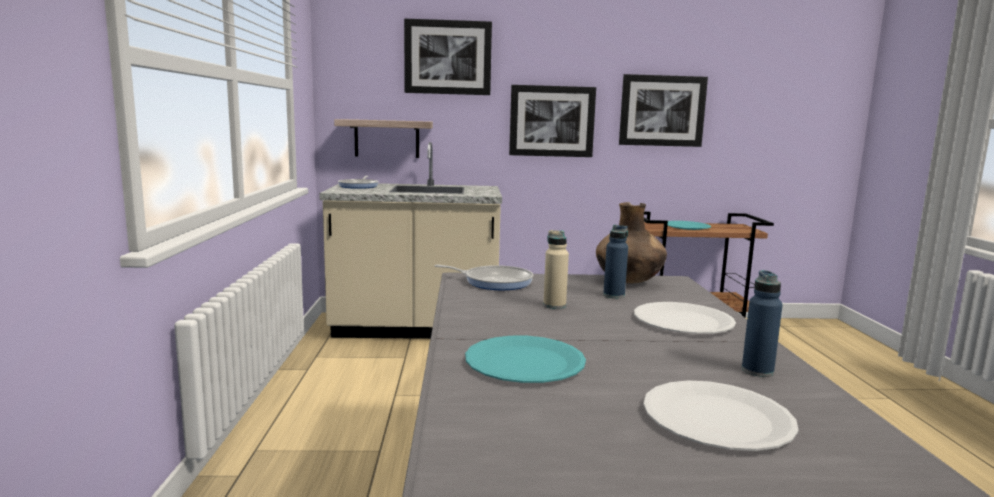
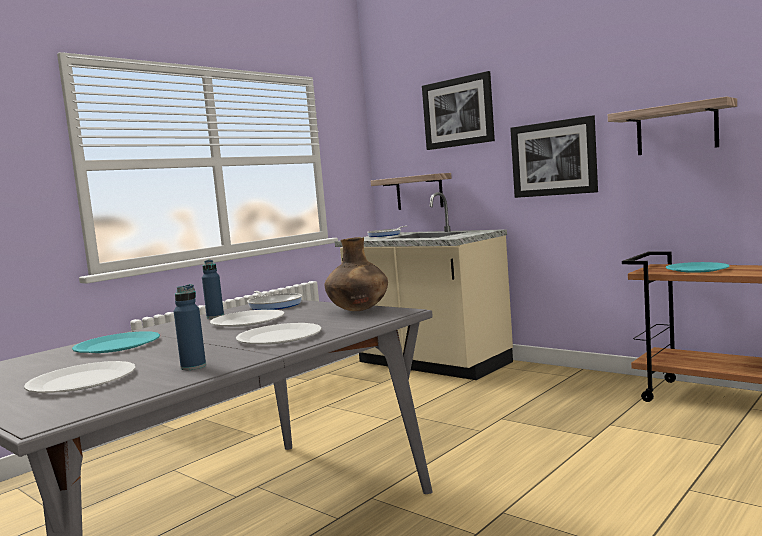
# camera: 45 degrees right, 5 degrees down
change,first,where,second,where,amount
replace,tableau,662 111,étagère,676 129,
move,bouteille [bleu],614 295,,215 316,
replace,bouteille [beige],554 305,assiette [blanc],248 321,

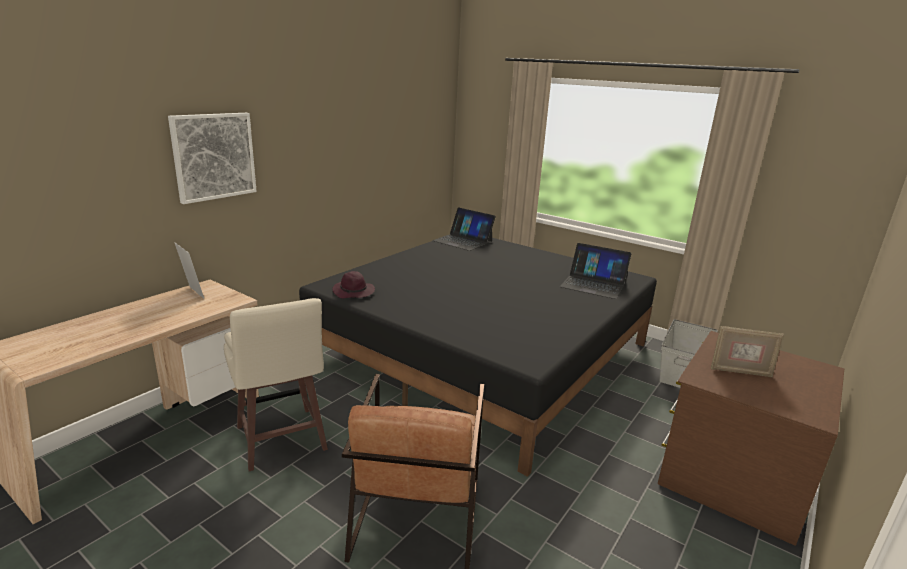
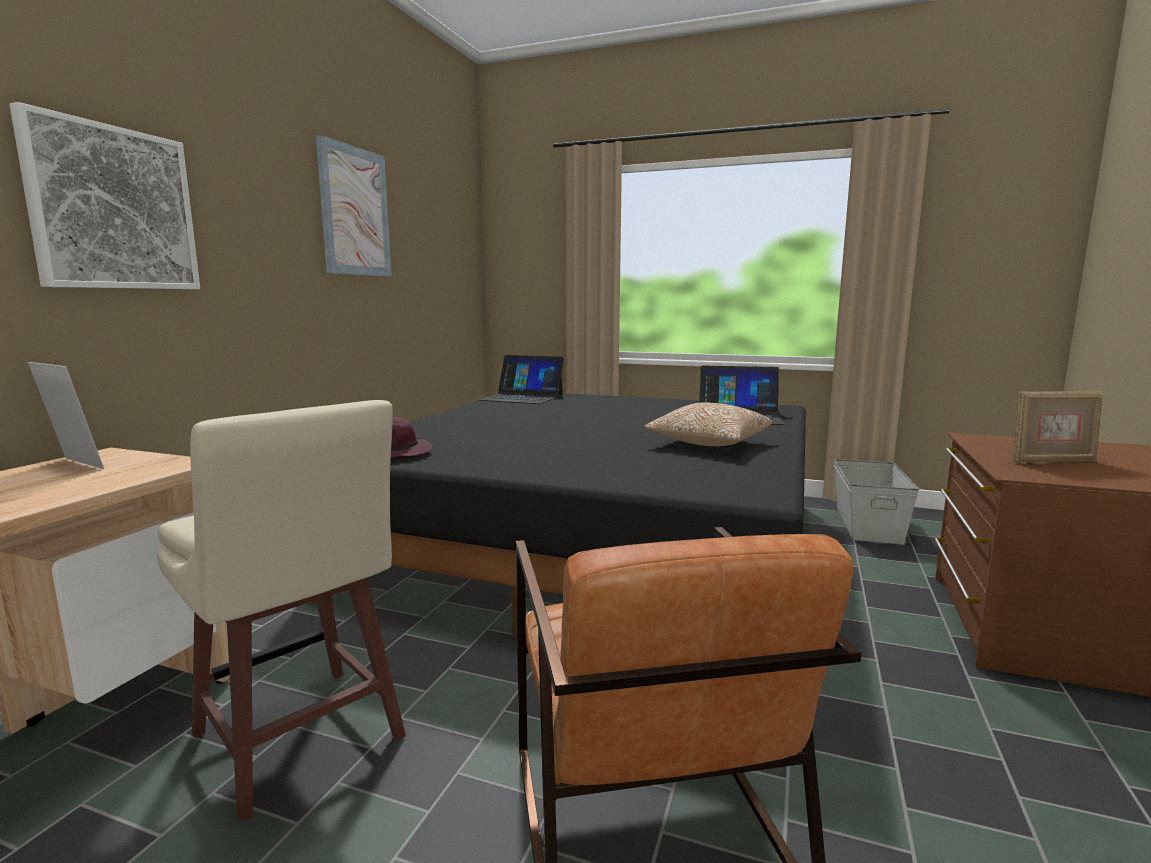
# camera: 15 degrees left, 10 degrees down
change,first,where,second,where,amount
insert,,,tableau,355 212,
insert,,,coussin,708 444,

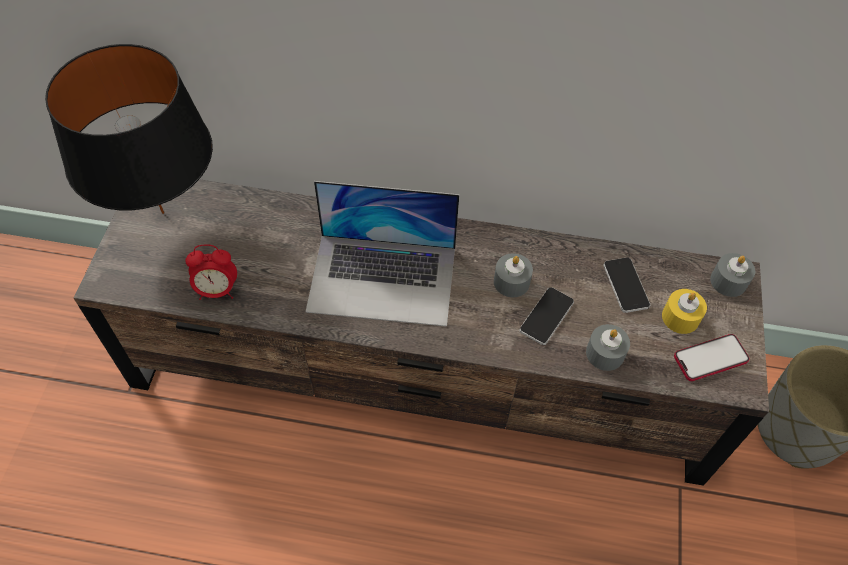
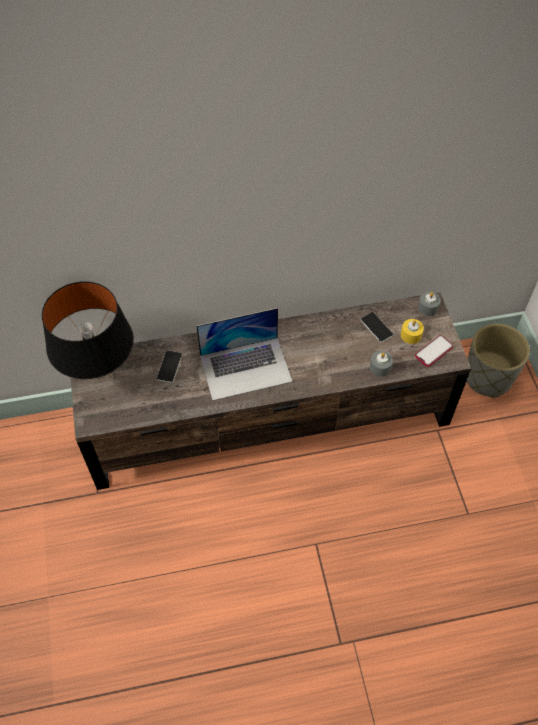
# camera: 20 degrees left, 0 degrees up
change,first,where,second,where,amount
delete,réveil,217 290,,,
delete,bougie [gris],511 282,,,
move,téléphone,546 316,,169 367,

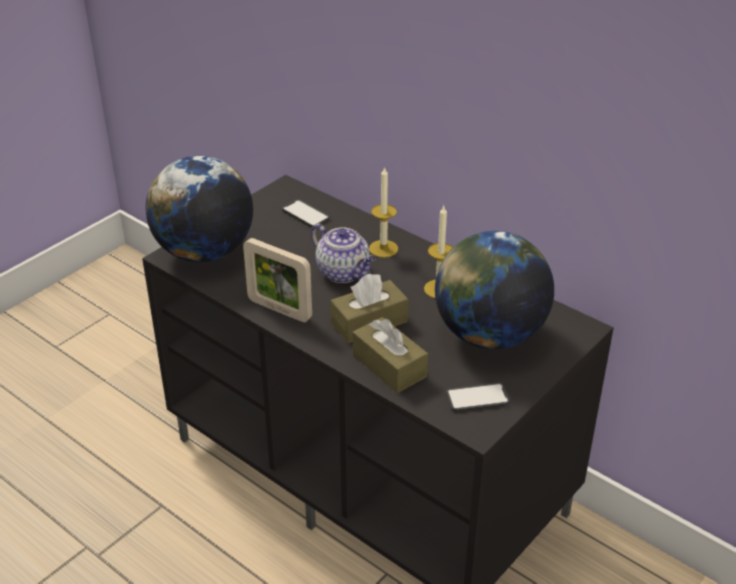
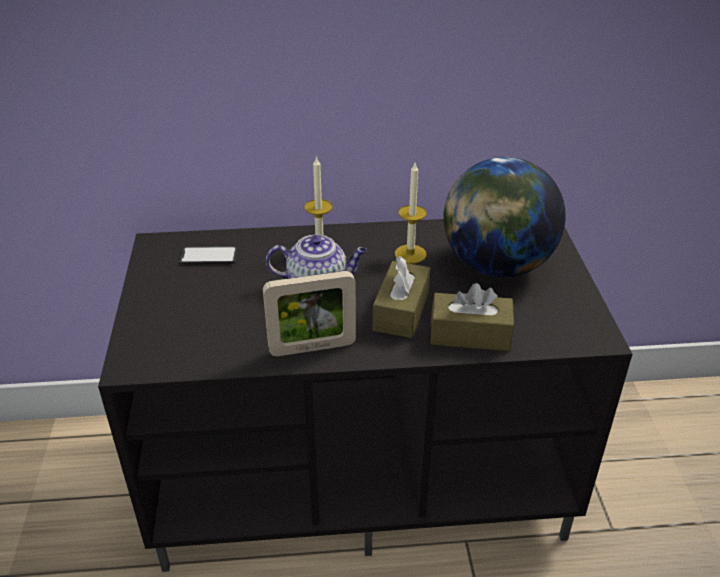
# camera: 45 degrees left, 0 degrees up
change,first,where,second,where,amount
delete,globe,204 252,,,
delete,téléphone,477 398,,,

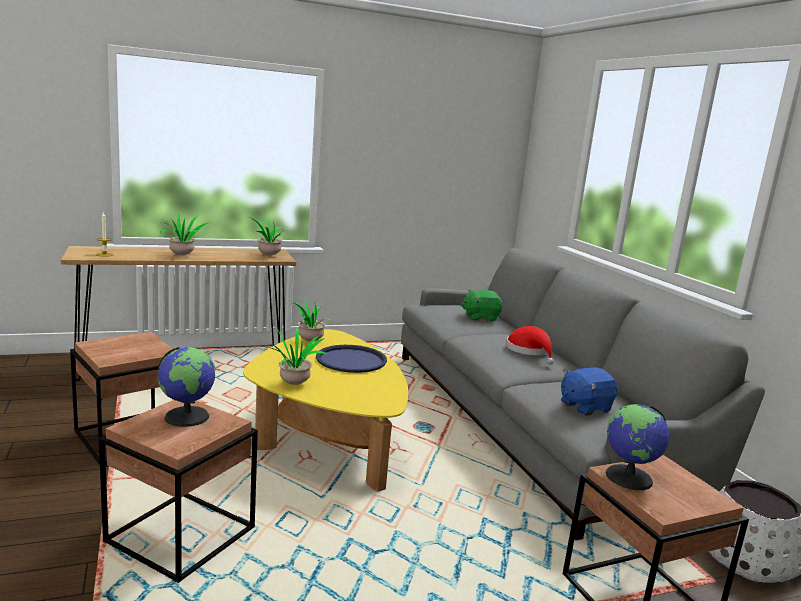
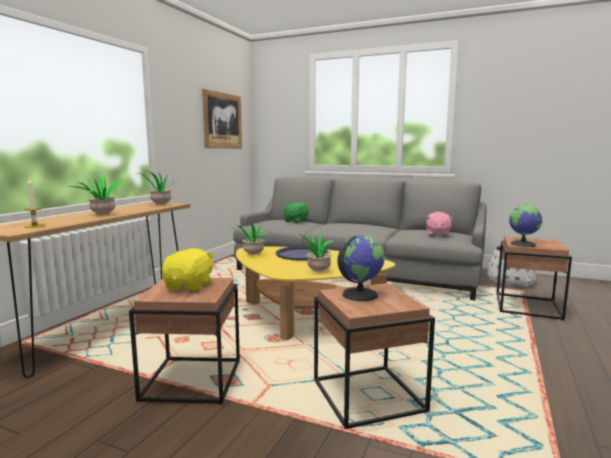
# camera: 45 degrees left, 5 degrees down
change,first,where,second,where,amount
delete,chapeau [rouge],529 351,,,
recolor,peluche [bleu],584 407,peluche [rose],437 234,
insert,,,tableau,222 121,
insert,,,peluche [jaune],190 287,

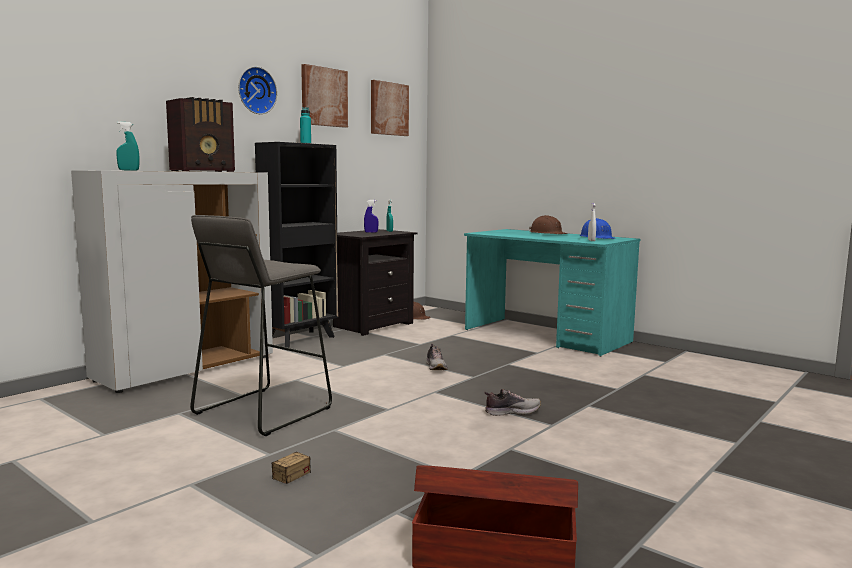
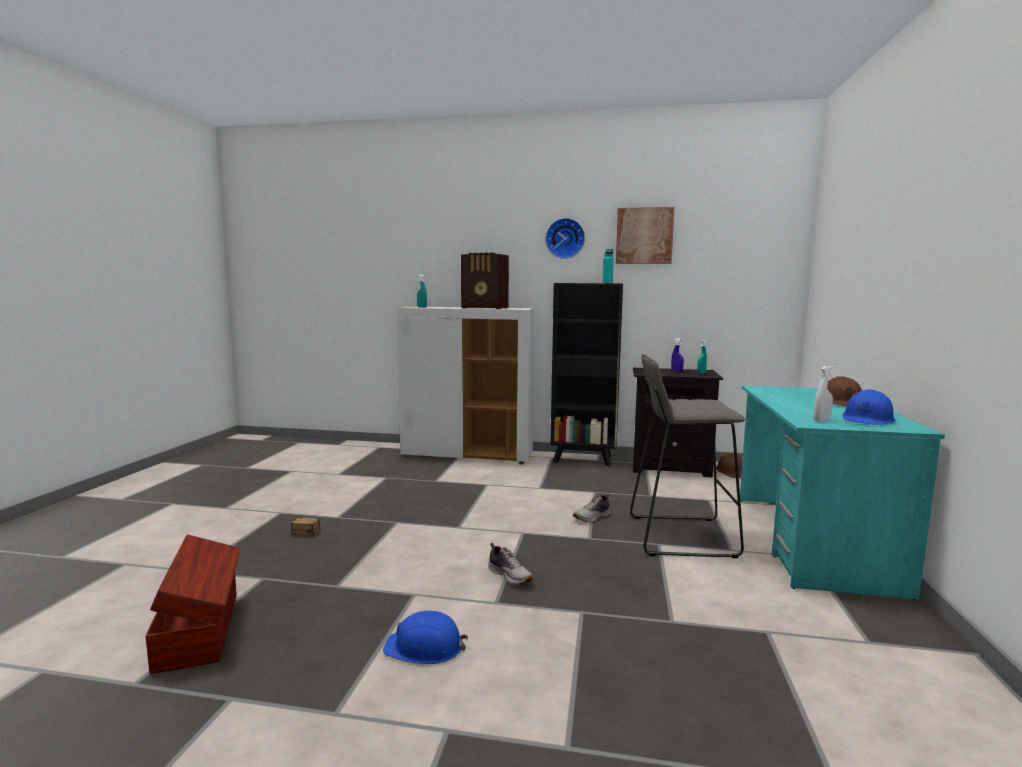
# camera: 60 degrees right, 0 degrees up
change,first,where,second,where,amount
delete,tableau,388 109,,,
move,tabouret [gris],262 411,,681 536,
insert,,,casque de chantier [bleu],425 647,

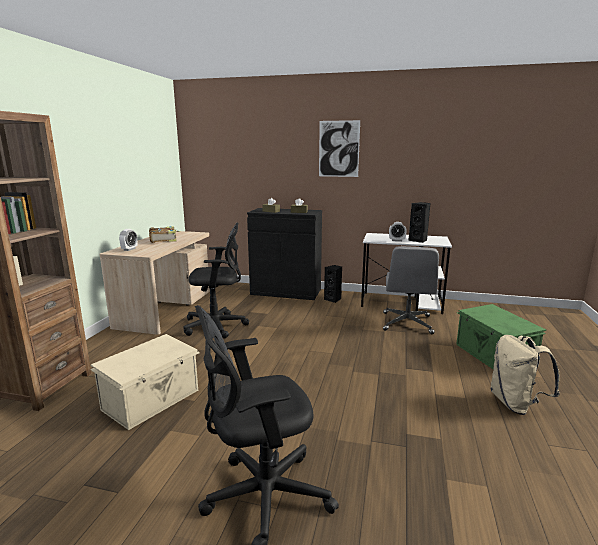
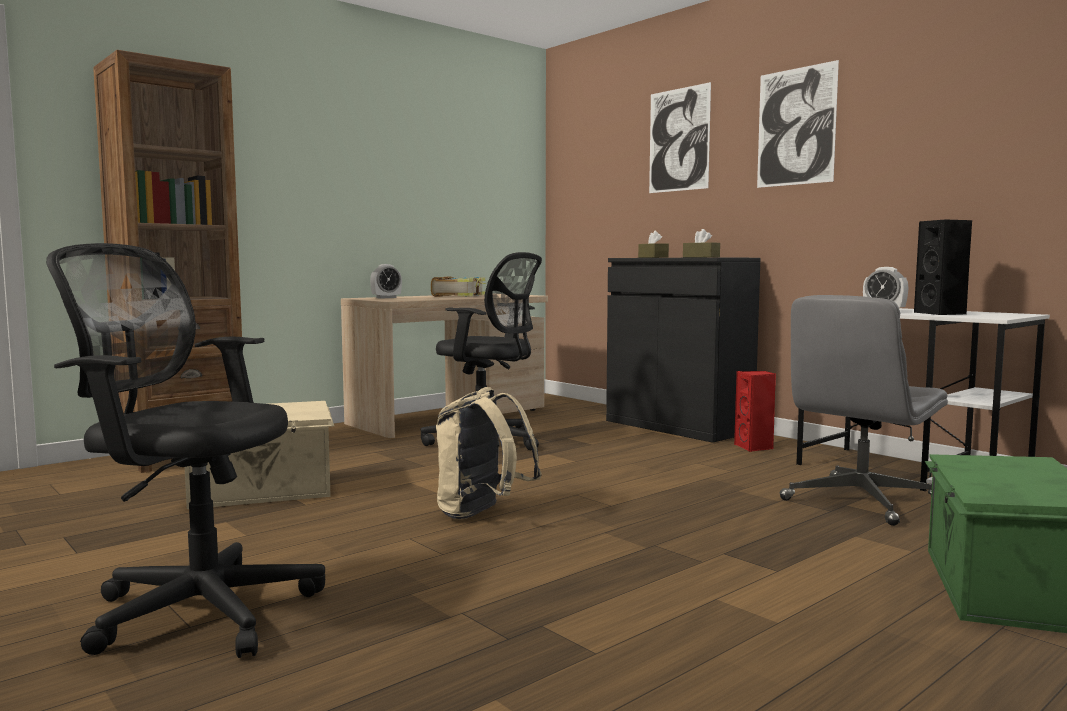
# camera: 35 degrees right, 10 degrees down
change,first,where,second,where,amount
recolor,enceinte [noir],333 299,enceinte [rouge],754 447,
move,sac à dos [beige],515 404,,482 514,
insert,,,tableau,679 140,

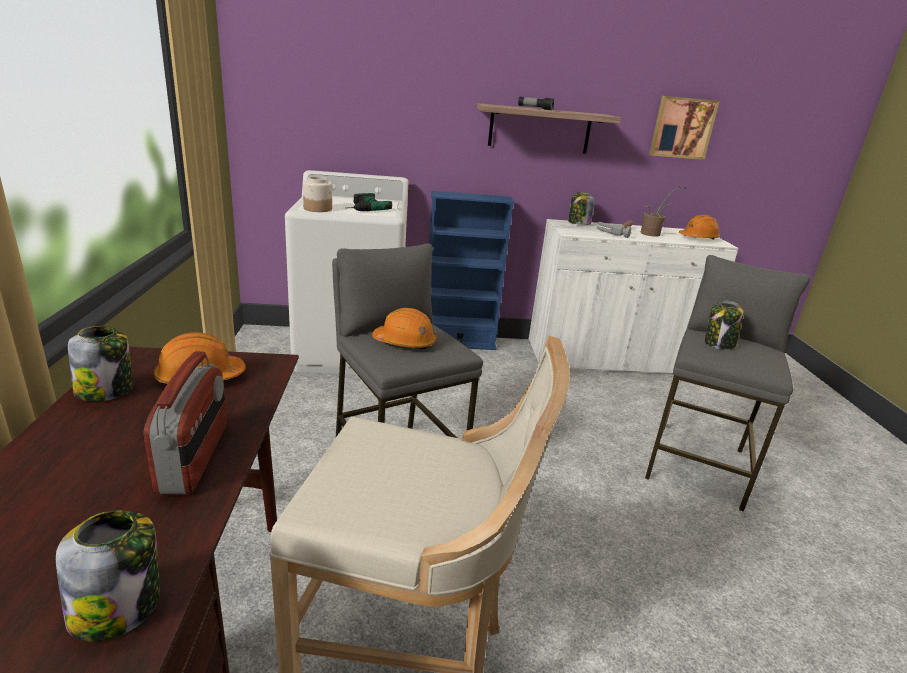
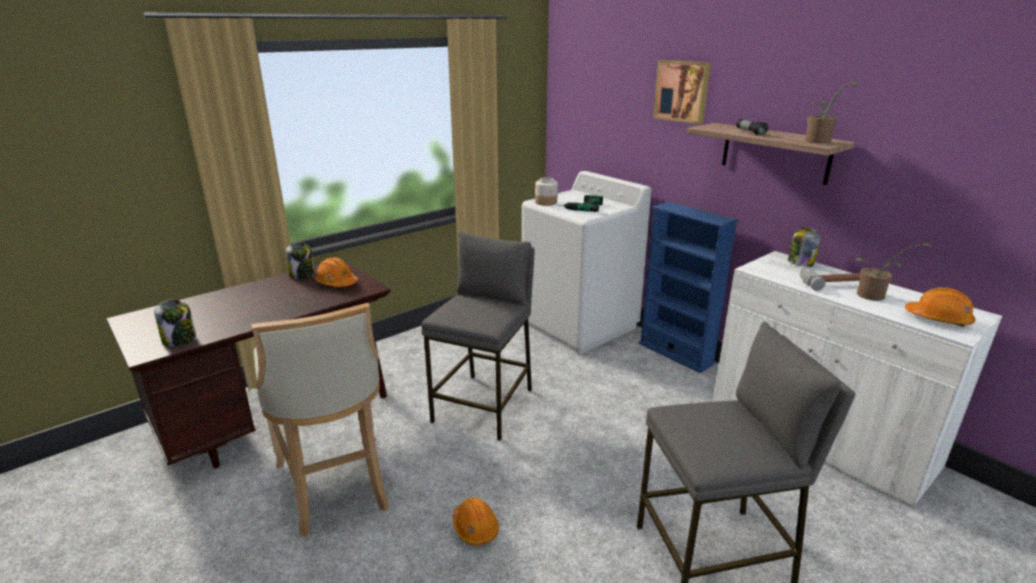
# camera: 55 degrees right, 0 degrees up
change,first,where,second,where,amount
move,tableau,682 128,,682 91,
delete,bocal,719 344,,,
move,casque de chantier [orange],405 342,,475 528,
delete,radio,195 457,,,
insert,,,plante en pot,819 142,

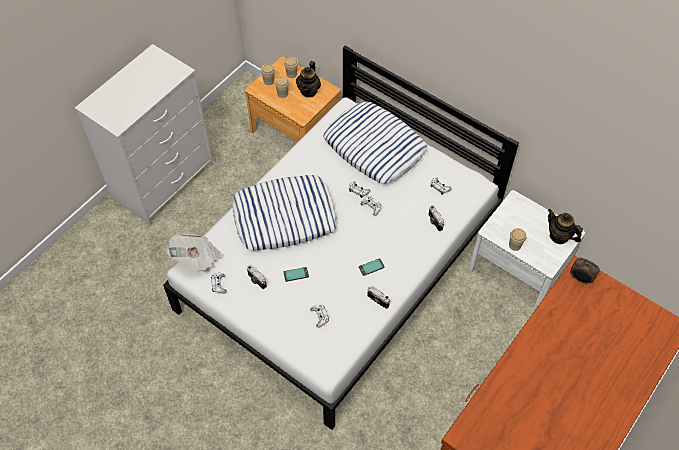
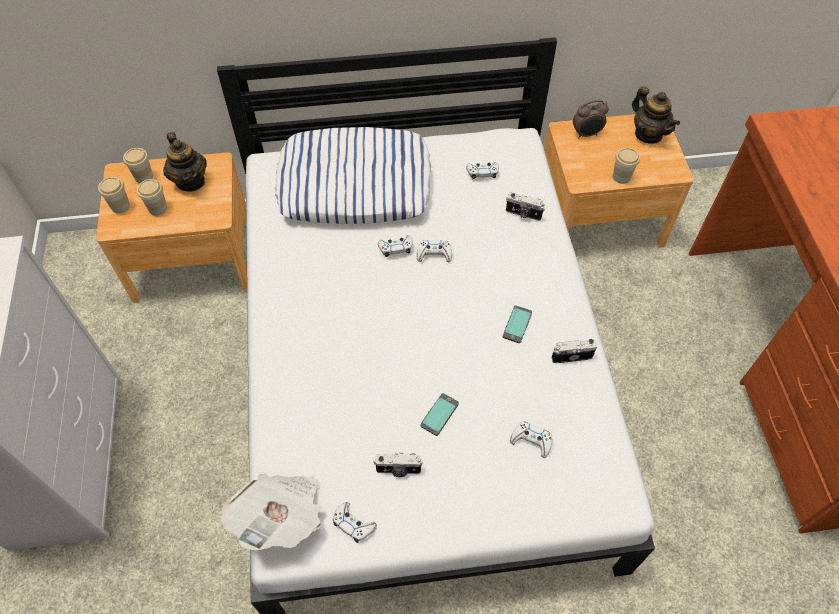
# camera: 45 degrees left, 0 degrees up
change,first,where,second,where,amount
delete,coussin,284 217,,,
recolor,table de chevet [blanc],518 268,table de chevet [marron],599 217,
rotate,théière,559 236,,648 134,120 degrees counterclockwise
move,réveil,580 279,,586 134,

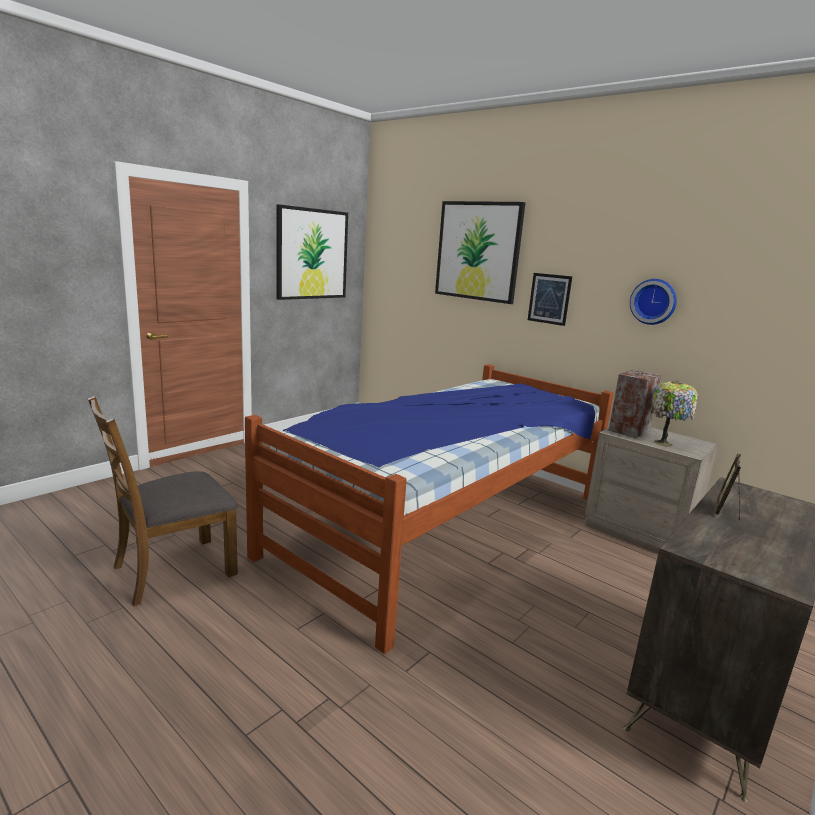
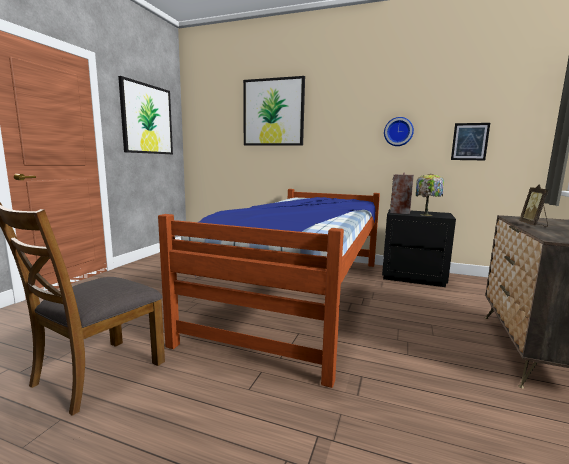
# camera: 20 degrees left, 5 degrees down
change,first,where,second,where,amount
move,tableau,549 299,,470 141,
recolor,table de chevet [beige],639 531,table de chevet [noir],413 276,

